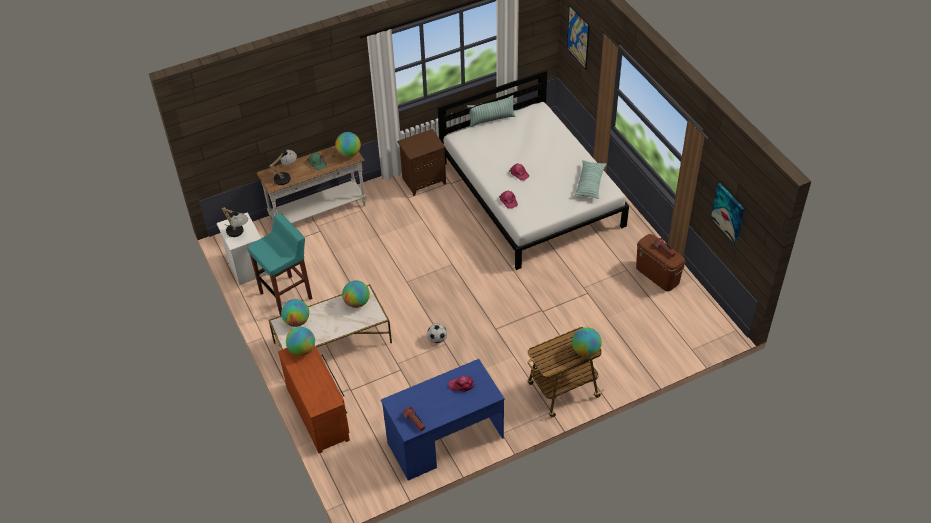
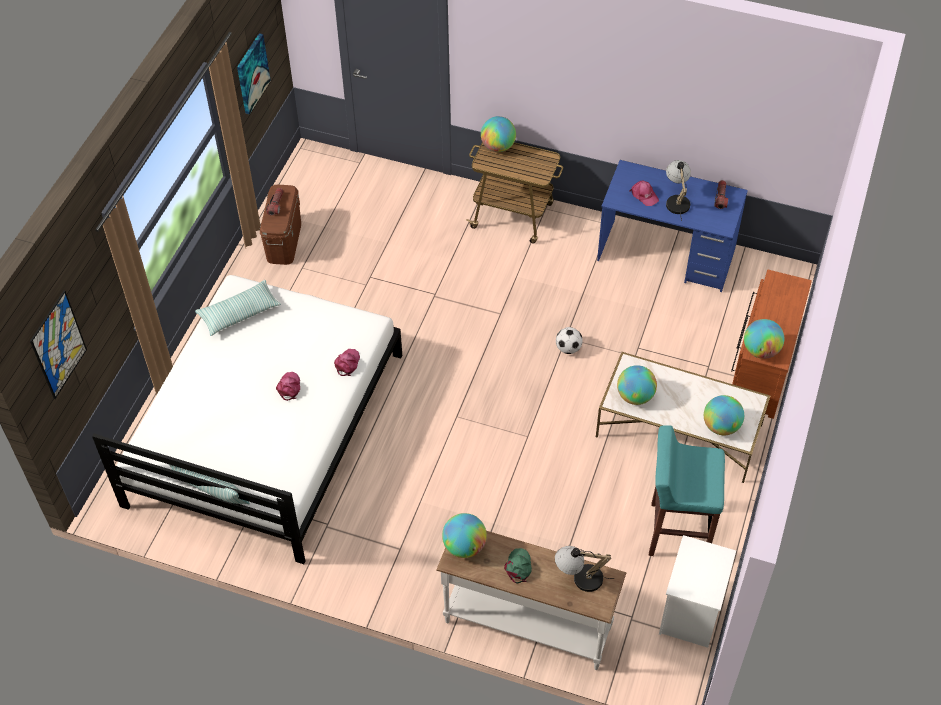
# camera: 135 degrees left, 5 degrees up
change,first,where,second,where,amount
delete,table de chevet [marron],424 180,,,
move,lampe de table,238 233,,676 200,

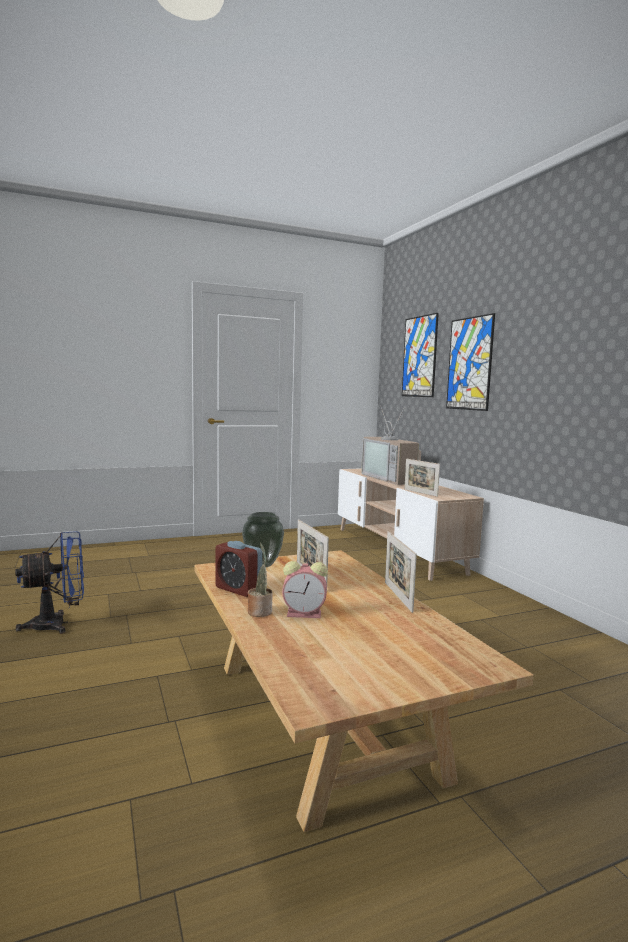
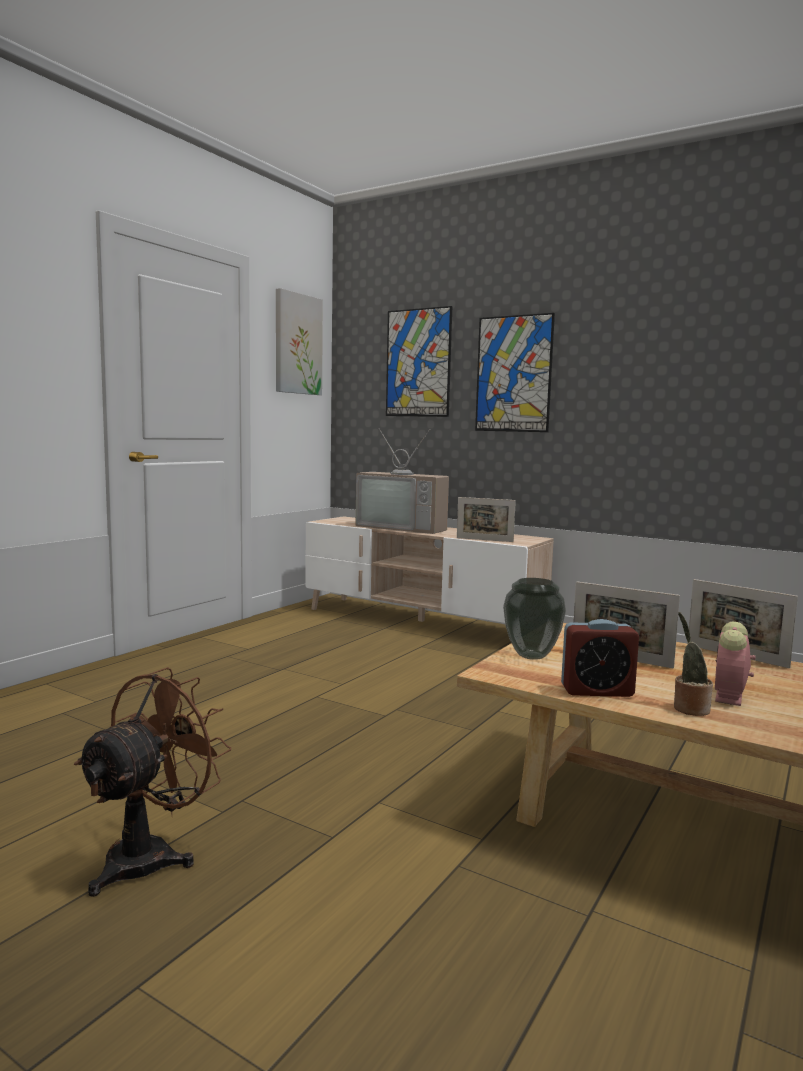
# camera: 35 degrees left, 0 degrees up
change,first,where,second,where,amount
recolor,ventilateur [bleu],57 624,ventilateur [marron],151 855,
rotate,réveil,305 613,,729 697,150 degrees clockwise
insert,,,tableau,297 344,

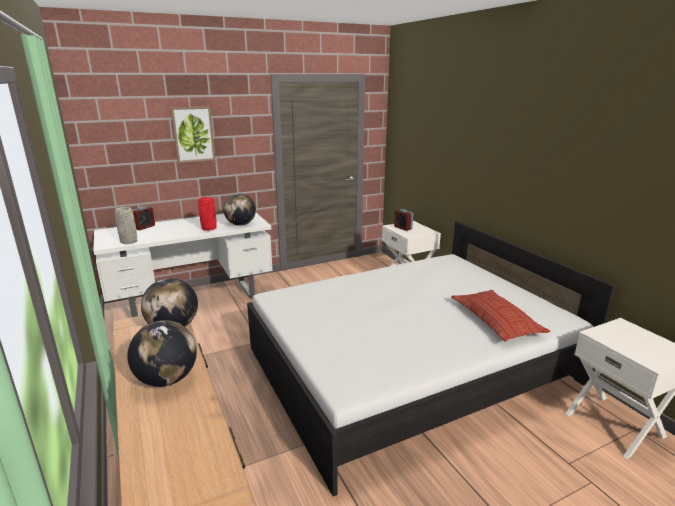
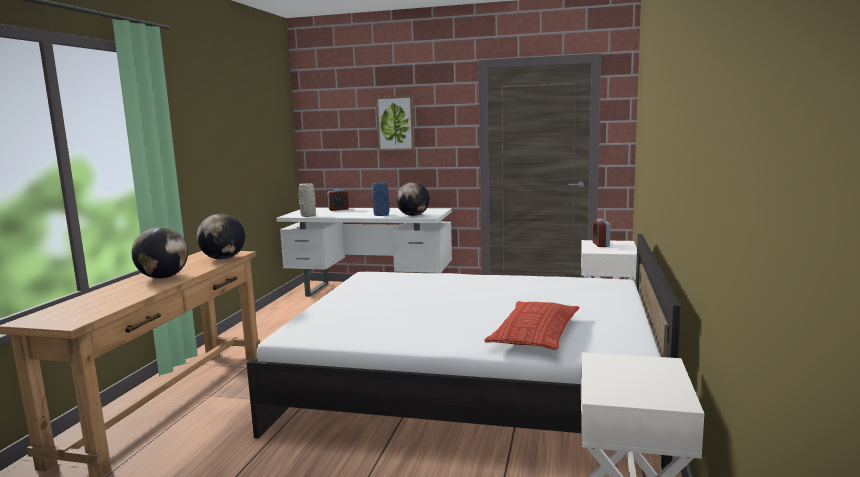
# camera: 40 degrees right, 10 degrees down
change,first,where,second,where,amount
recolor,vase [rouge],209 228,vase [bleu],382 215,

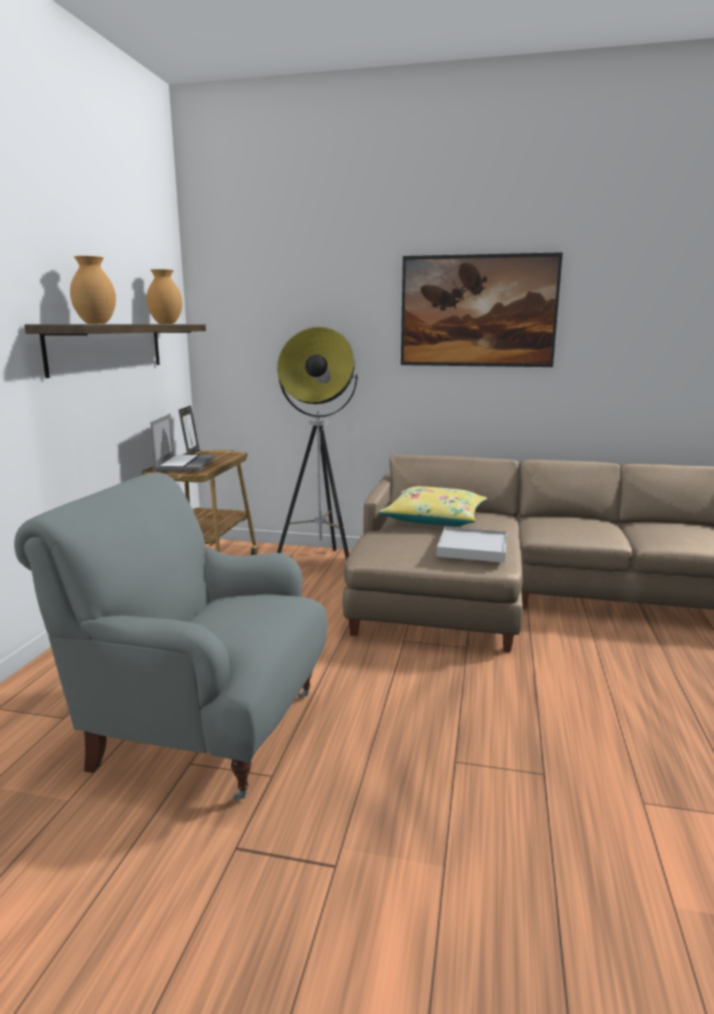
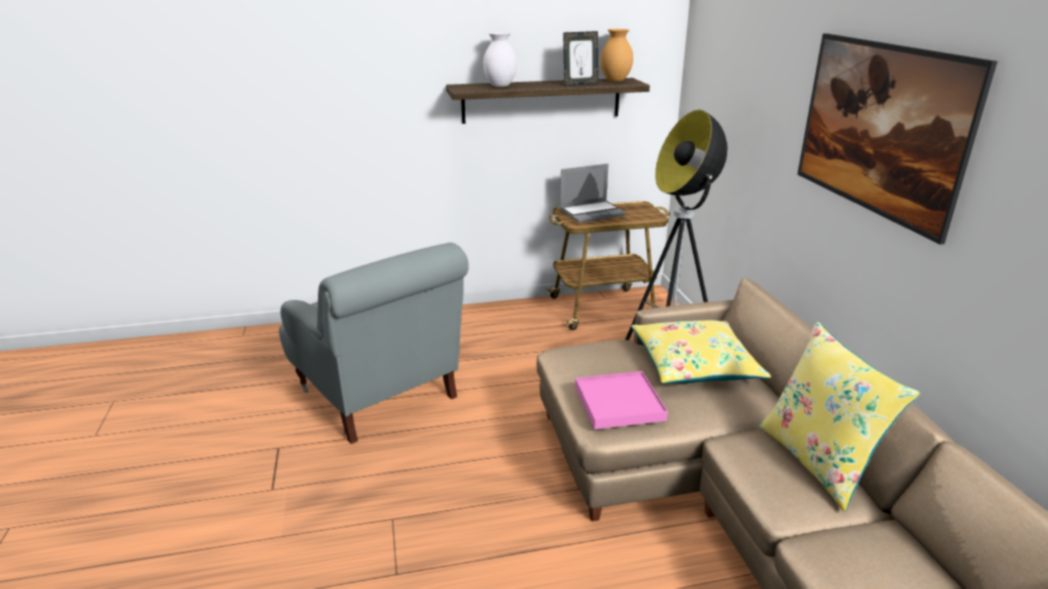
# camera: 65 degrees right, 10 degrees up
change,first,where,second,where,amount
recolor,vase [marron],95 323,vase [blanc],499 86,
move,cadre photo,191 453,,580 84,
rotate,fauteuil [gris],203 729,,379 395,150 degrees clockwise
recolor,plateau [blanc],473 548,plateau [rose],619 403,
insert,,,coussin [jaune],818 461,

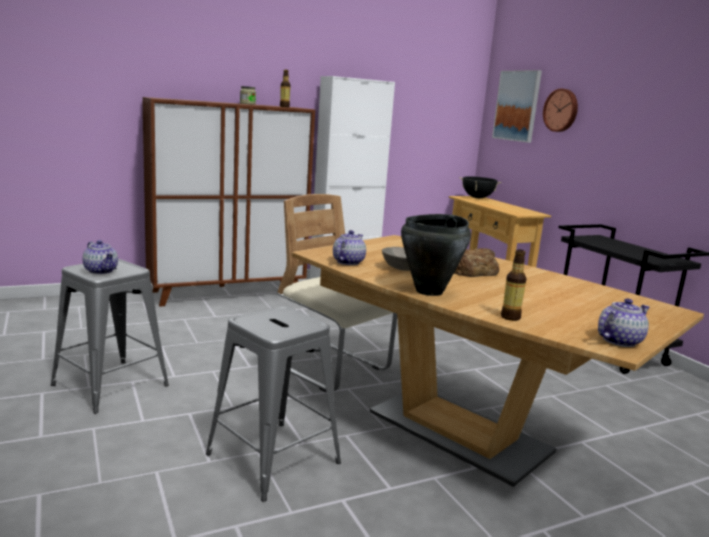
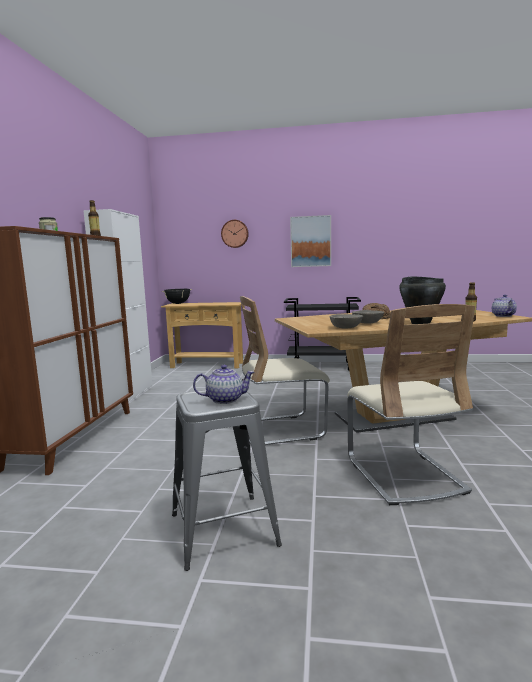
# camera: 55 degrees left, 5 degrees down
change,first,where,second,where,amount
move,tableau,517 106,,310 241,
replace,théière,348 262,bol [gris],346 328,
replace,tabouret [gris],273 458,chaise [beige],404 474,

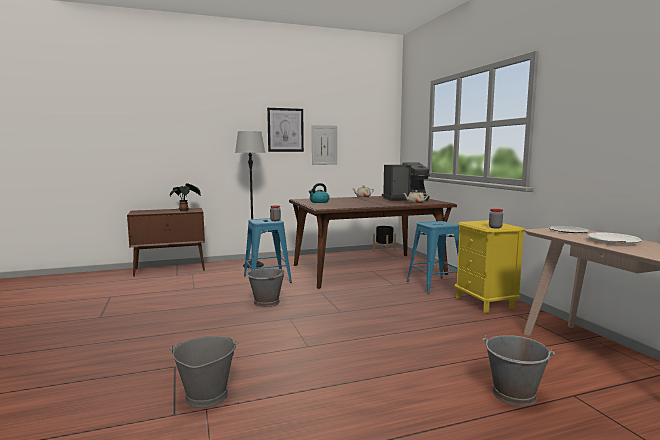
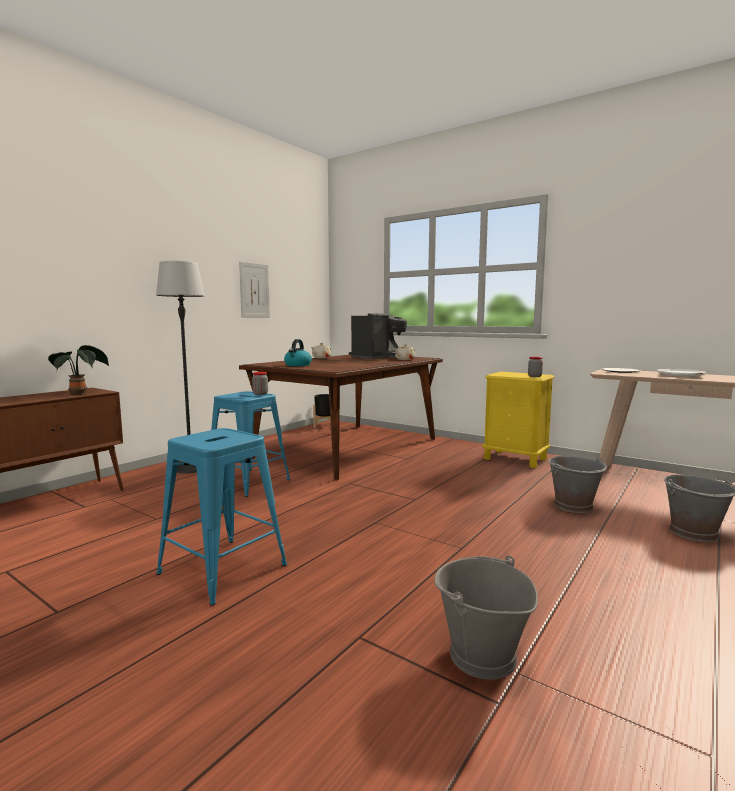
# camera: 35 degrees left, 0 degrees up
change,first,where,second,where,amount
delete,tableau,285 130,,,
move,tabouret [bleu],435 285,,223 569,
move,seau [gris],267 302,,574 506,

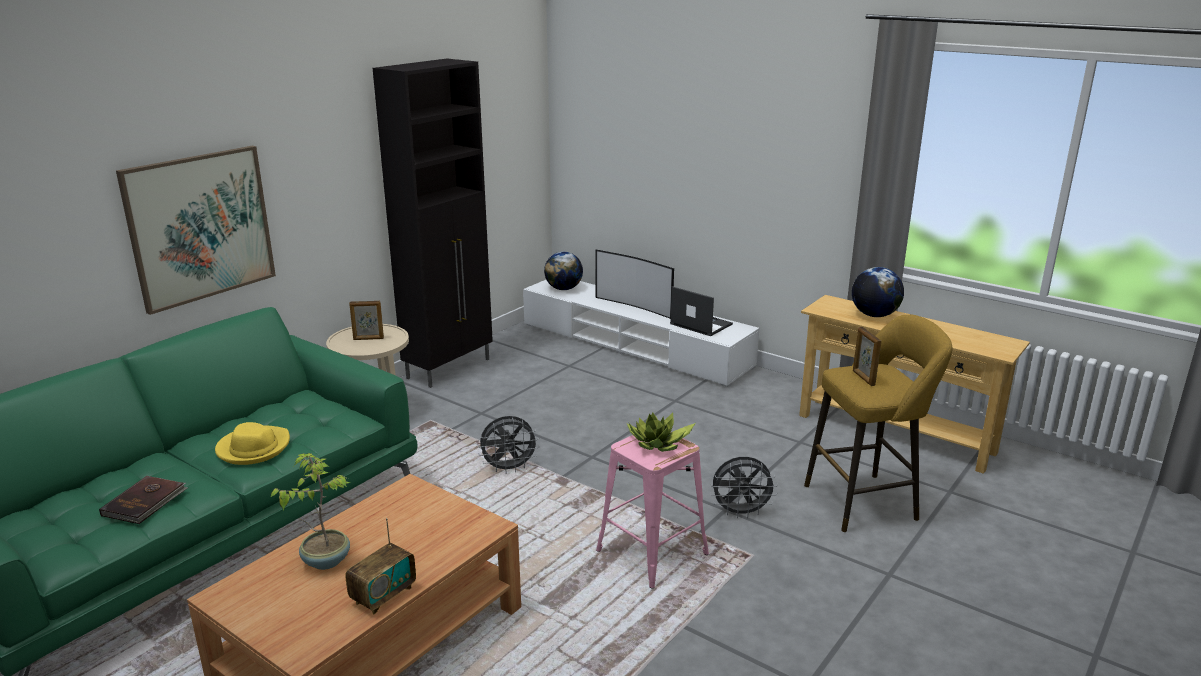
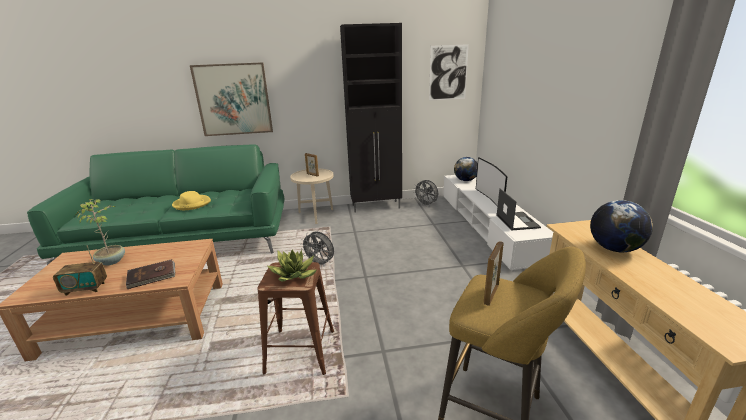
# camera: 45 degrees right, 0 degrees up
change,first,where,second,where,amount
recolor,tabouret [rose],651 552,tabouret [marron],300 350,
move,ventilateur [gris],741 512,,426 205,
move,livre [marron],145 502,,152 276,
insert,,,tableau,448 73,

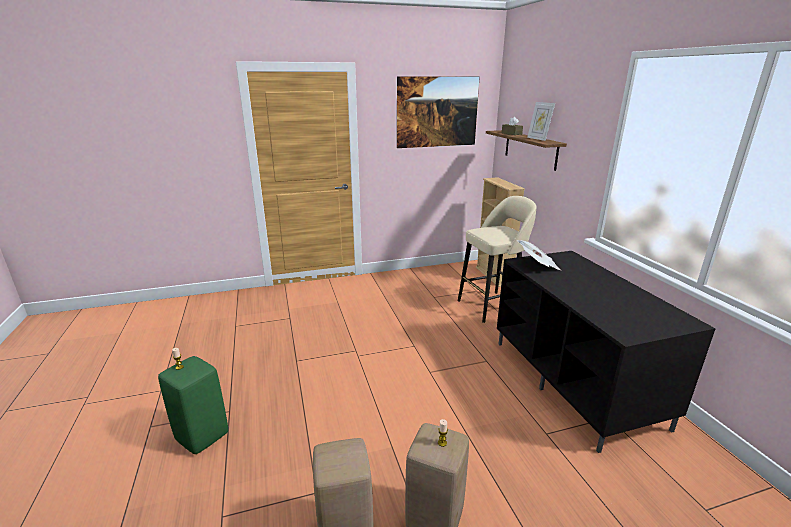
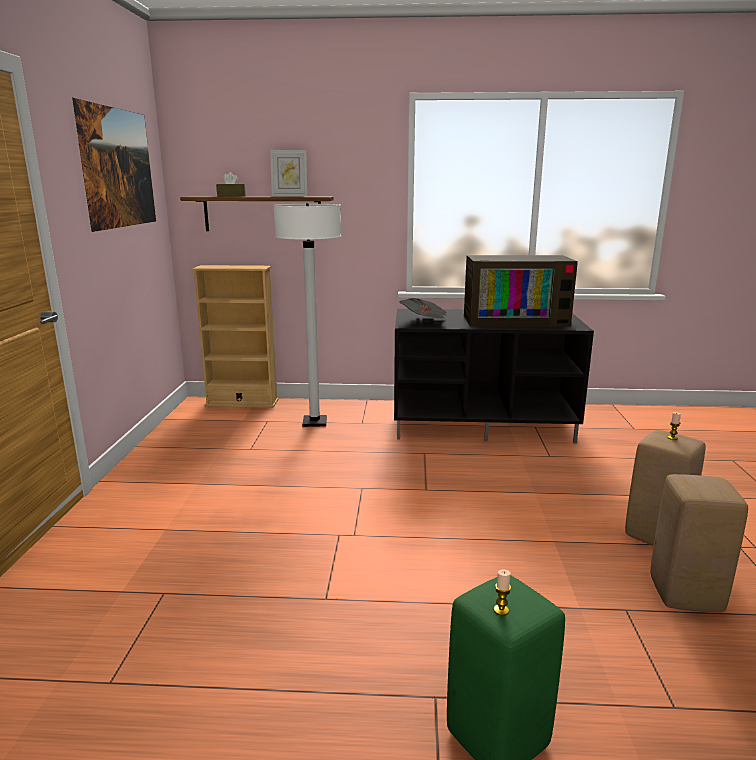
# camera: 70 degrees left, 5 degrees down
change,first,where,second,where,amount
replace,tabouret [beige],492 306,lampadaire [blanc],314 422,
insert,,,téléviseur,515 320,

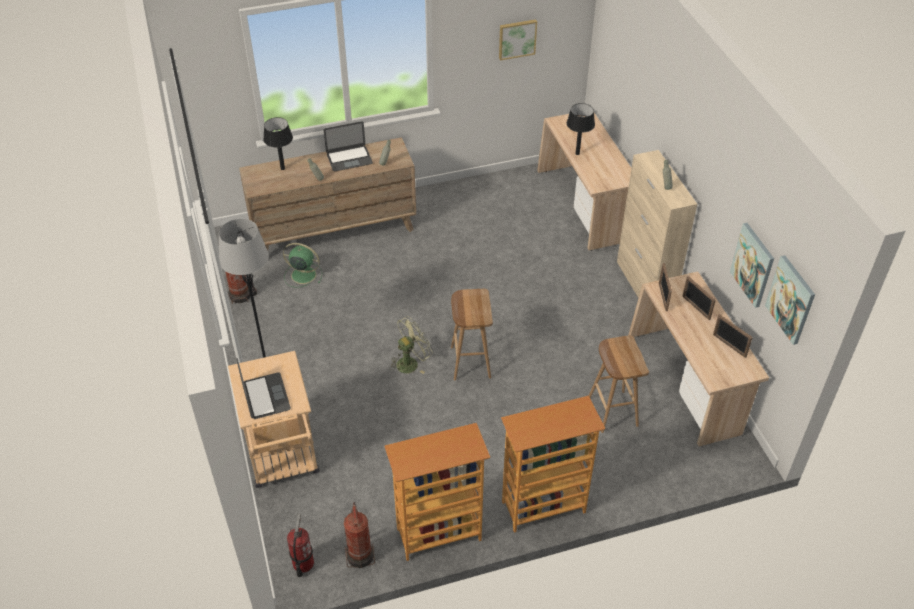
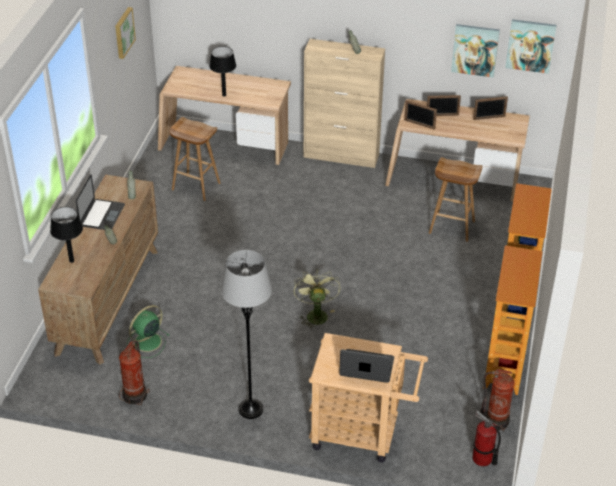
# camera: 60 degrees left, 5 degrees down
change,first,where,second,where,amount
move,tabouret [marron],470 361,,195 186,

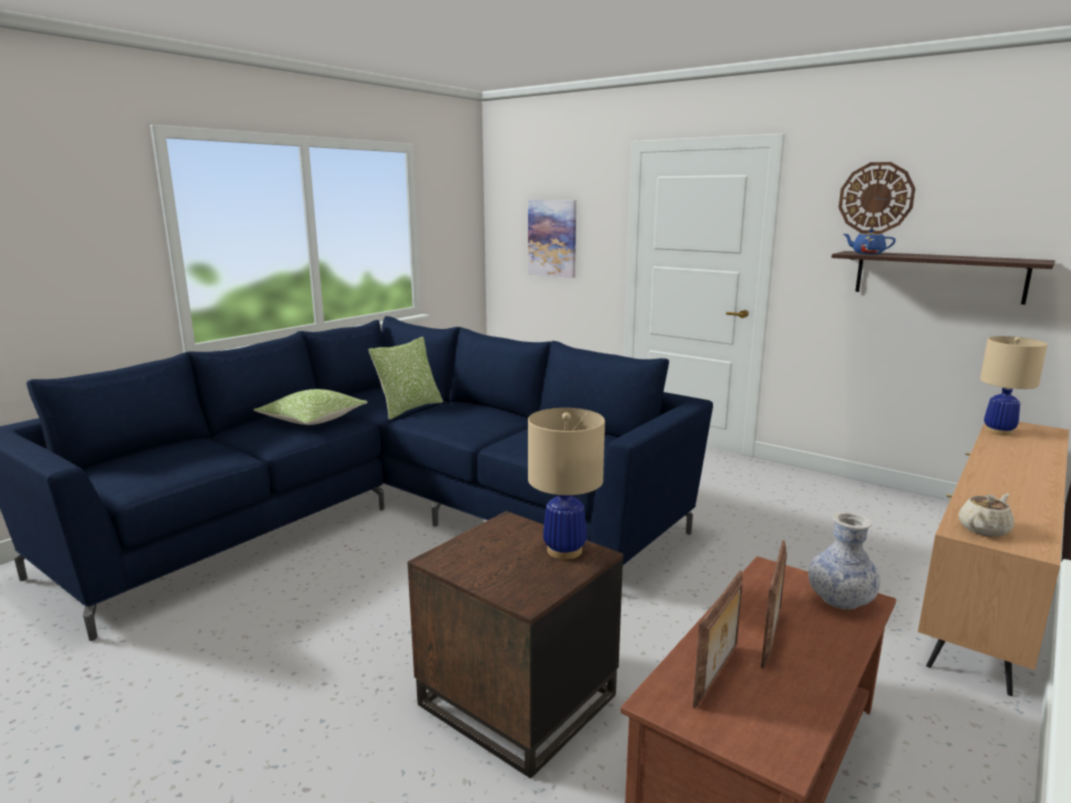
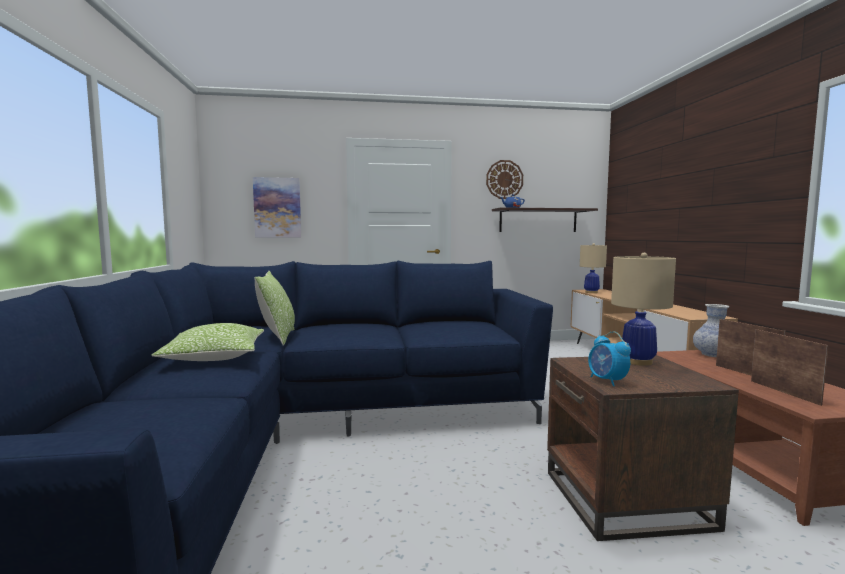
# camera: 45 degrees left, 10 degrees down
change,first,where,second,where,amount
delete,théière [beige],984 529,,,
insert,,,réveil,607 381,

